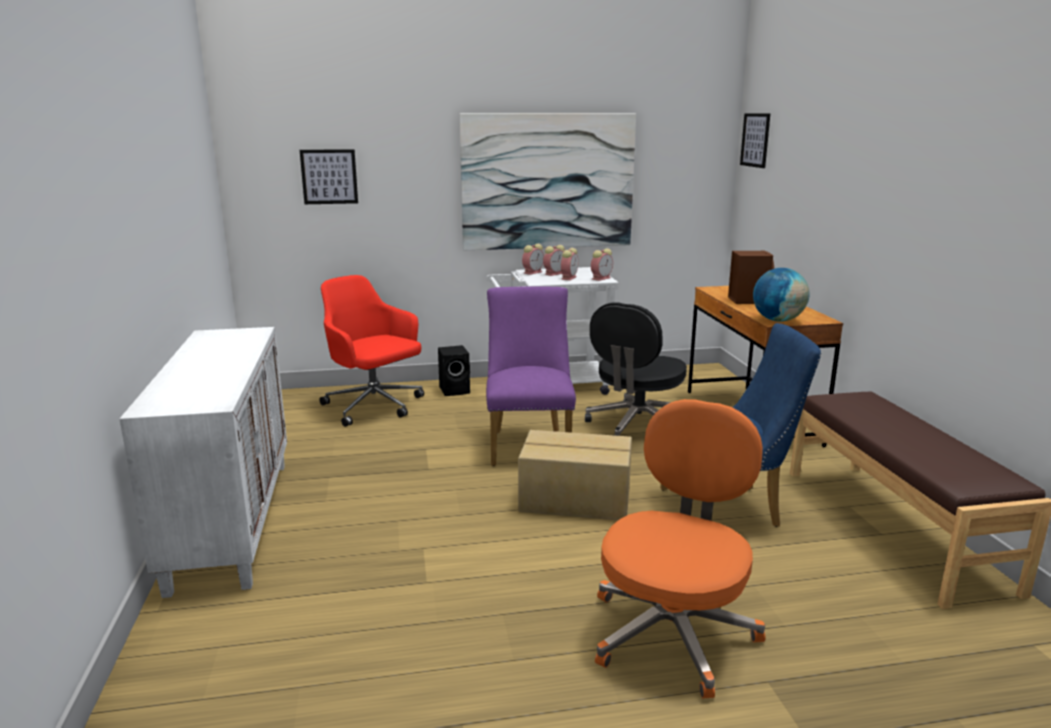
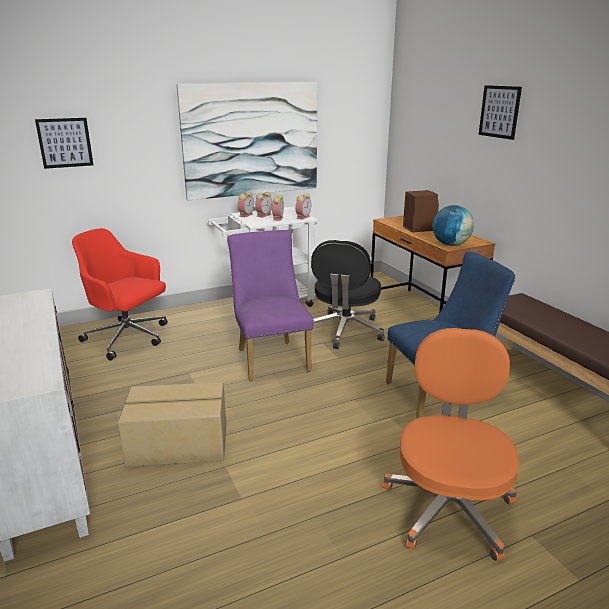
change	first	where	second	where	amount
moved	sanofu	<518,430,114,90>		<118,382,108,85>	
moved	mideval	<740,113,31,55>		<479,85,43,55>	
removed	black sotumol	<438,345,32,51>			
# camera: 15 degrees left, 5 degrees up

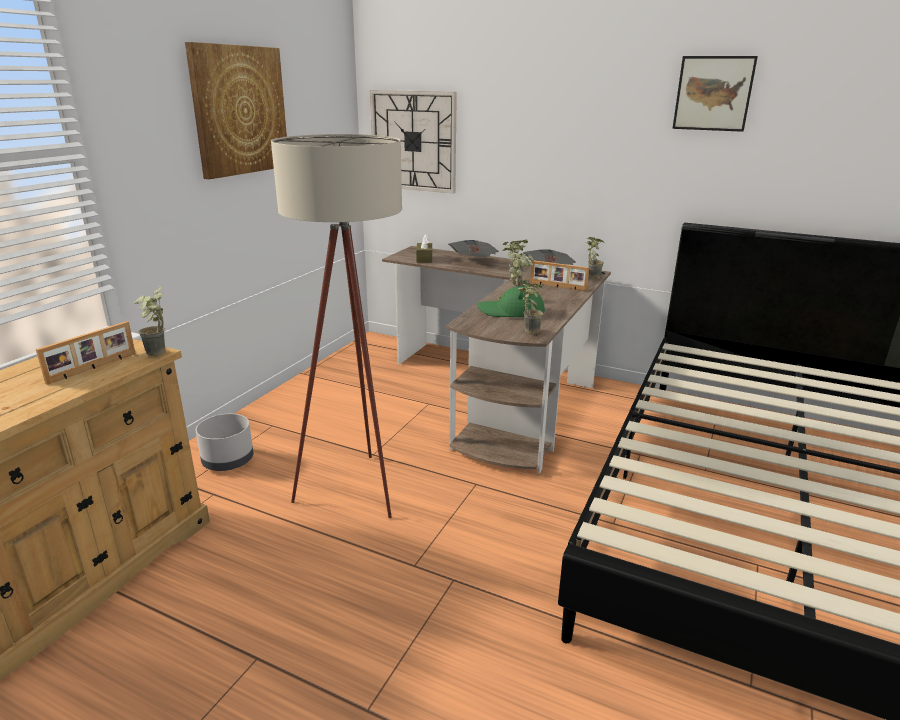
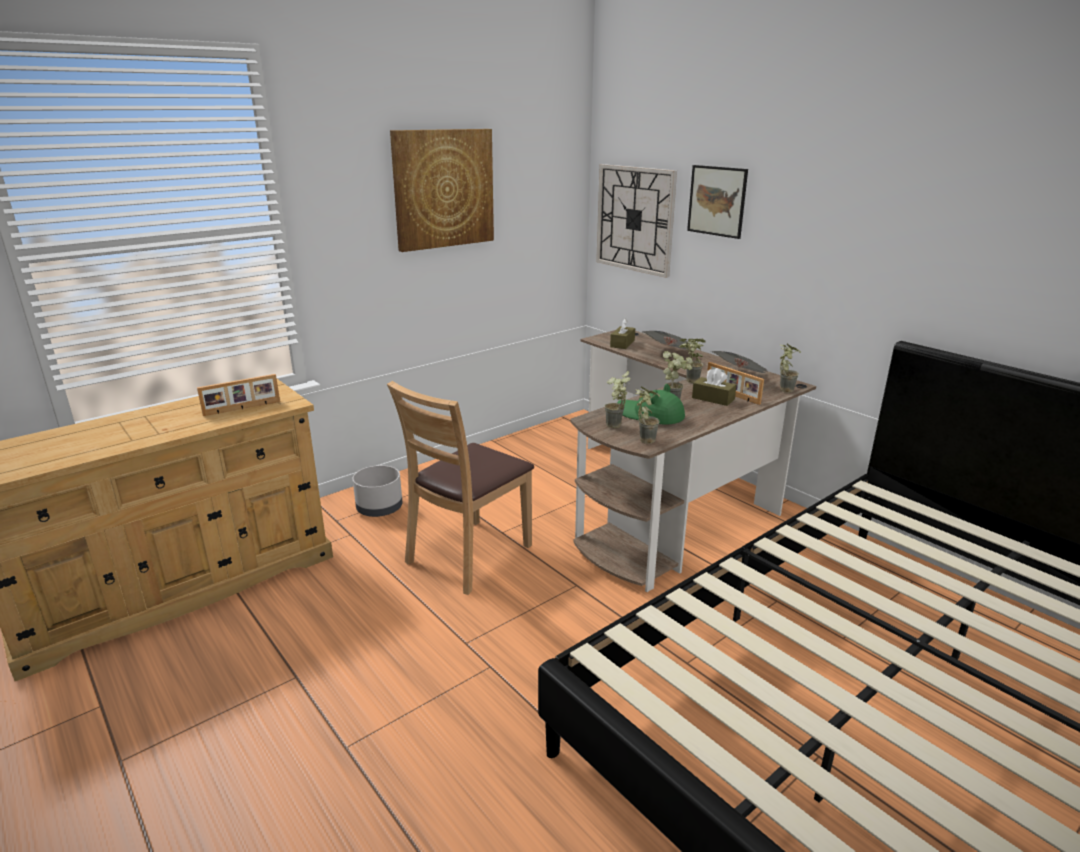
change	first	where	second	where	amount
replaced	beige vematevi	<271,134,131,384>	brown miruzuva	<387,381,147,214>	
moved	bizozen	<134,286,31,70>		<605,371,26,57>	
moved	mideval	<672,56,86,76>		<687,165,61,74>	
added			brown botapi	<692,368,44,38>	
# camera: 25 degrees right, 0 degrees up

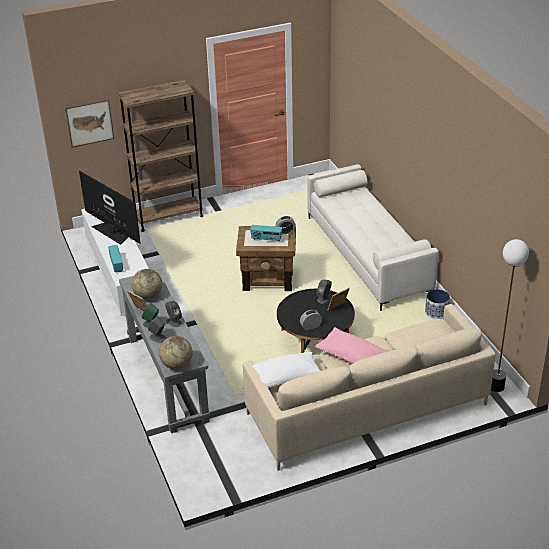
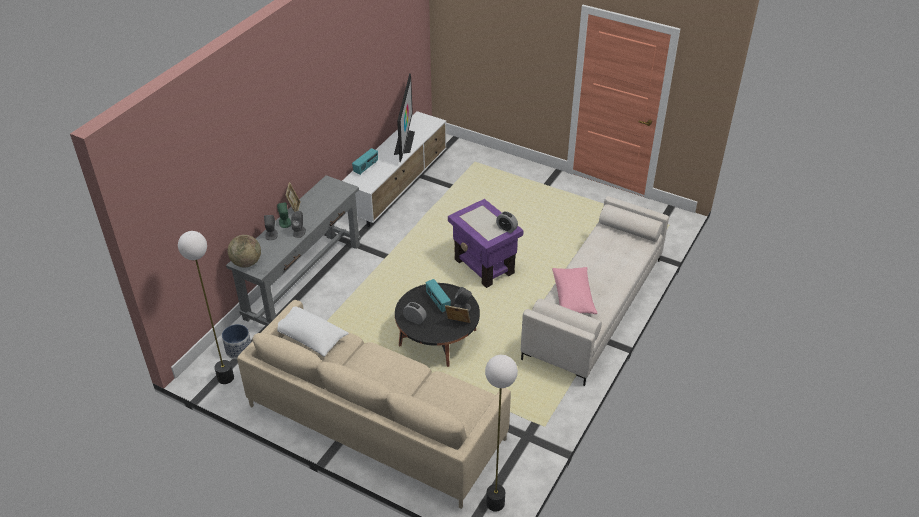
change	first	where	second	where	amount
added			vematevi	<178,231,56,153>	
moved	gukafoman	<425,289,25,30>		<222,324,29,35>	
moved	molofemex	<250,225,32,17>		<426,279,25,33>	
recoloured	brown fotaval	<236,226,60,65>	purple fotaval	<448,199,75,89>	
moved	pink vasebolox	<315,327,74,36>		<552,267,45,47>	
removed	mideval	<65,99,49,49>			
removed	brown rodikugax	<118,79,85,153>			
removed	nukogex	<132,269,30,30>			
# camera: 50 degrees right, 5 degrees up

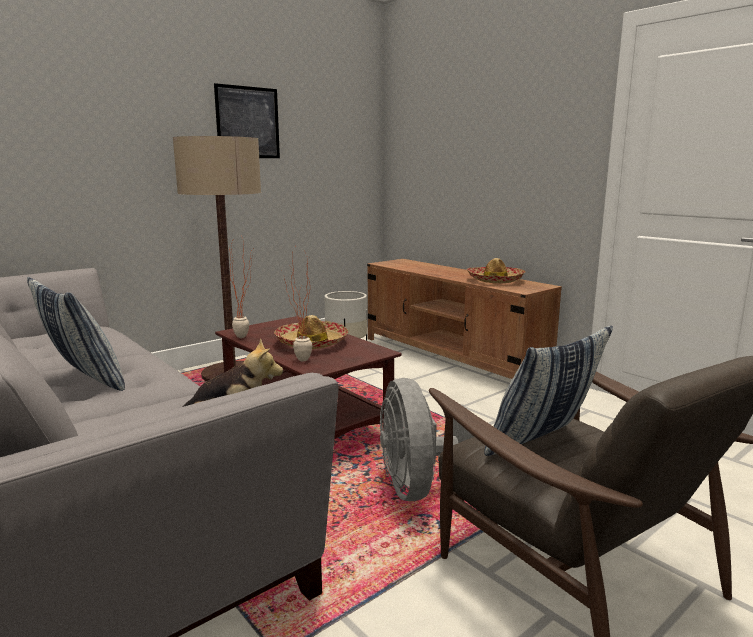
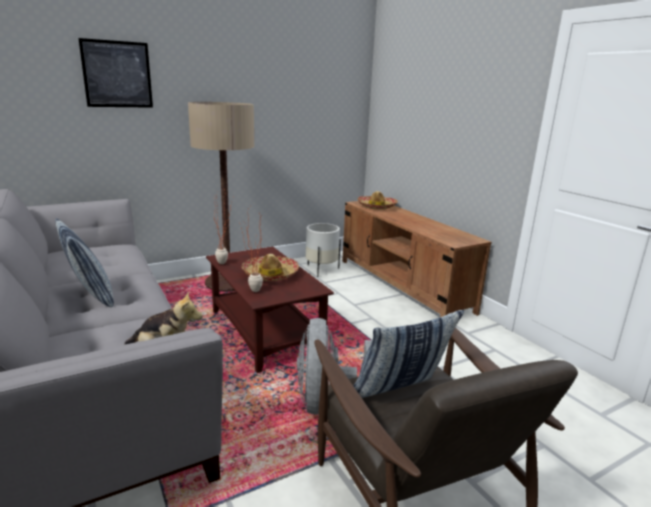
change	first	where	second	where	amount
moved	mideval	<214,83,66,75>		<78,38,75,70>	
moved	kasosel	<467,258,59,25>		<357,191,41,19>	
# camera: 10 degrees right, 5 degrees up

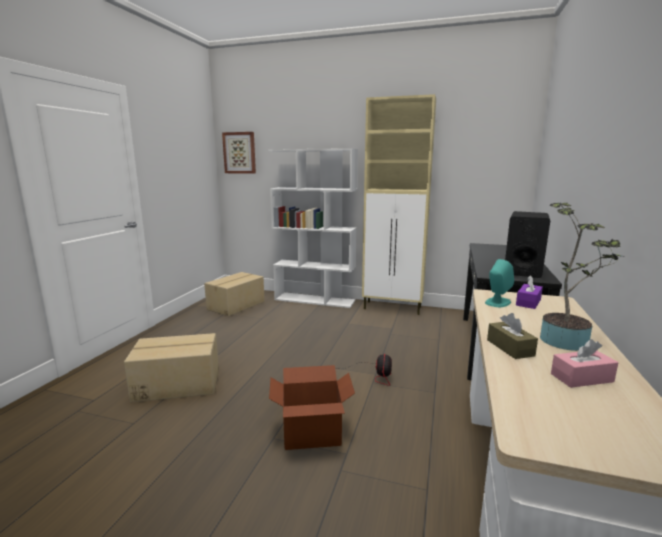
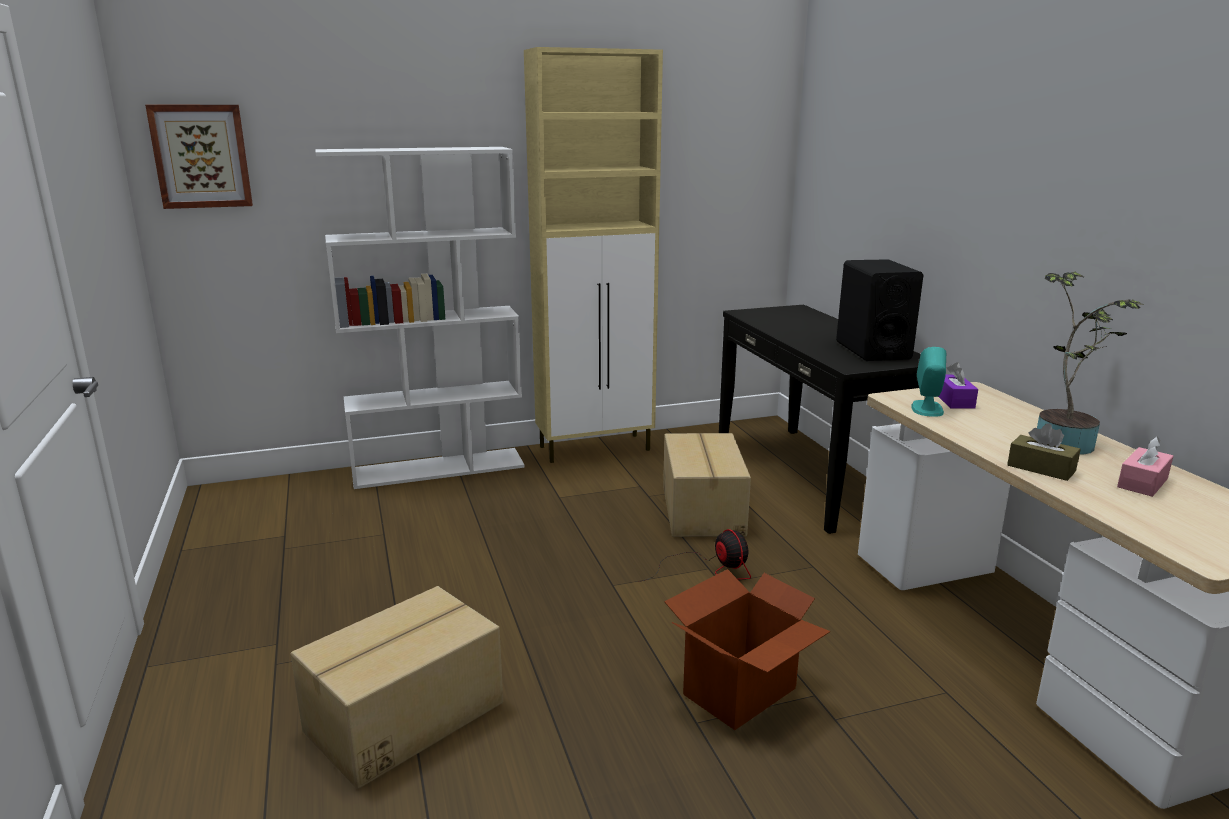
change	first	where	second	where	amount
moved	sanofu	<204,272,61,44>		<663,433,88,104>	
# camera: 35 degrees left, 5 degrees up

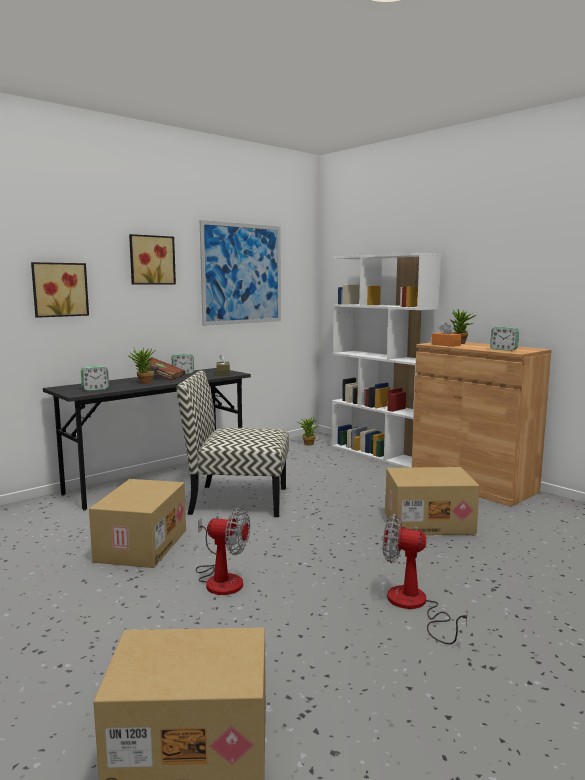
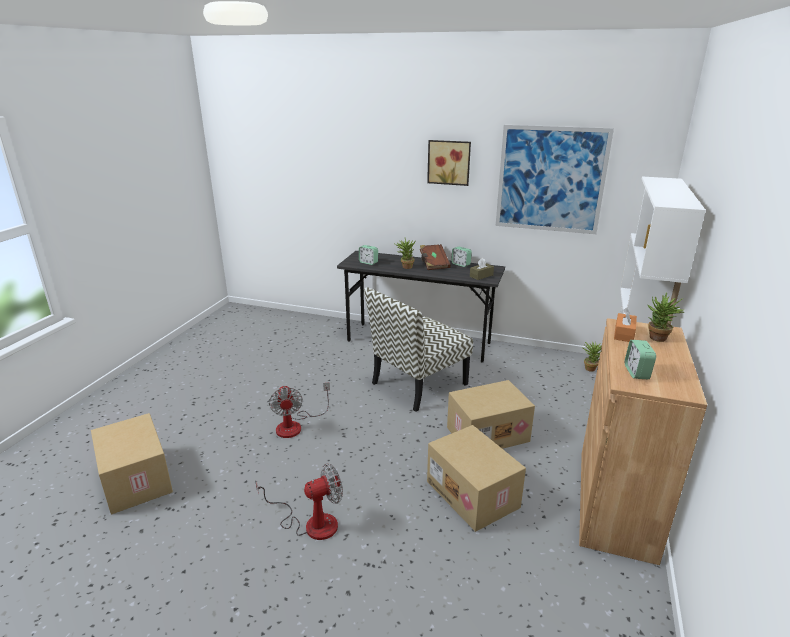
change	first	where	second	where	amount
turned	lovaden	<383,514,85,130>		<255,464,88,76>	75 degrees clockwise
turned	miruzuva	<176,370,113,147>		<364,287,109,125>	105 degrees counterclockwise
moved	sanofu	<89,479,97,89>		<447,380,88,69>	
removed	mideval	<31,262,58,56>			
# camera: 60 degrees right, 15 degrees up

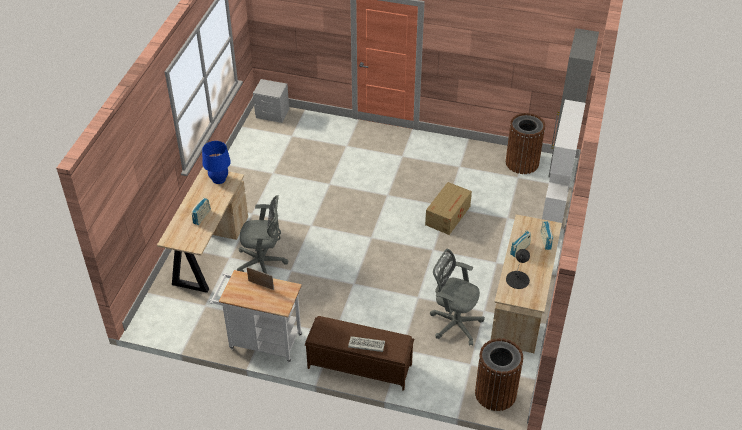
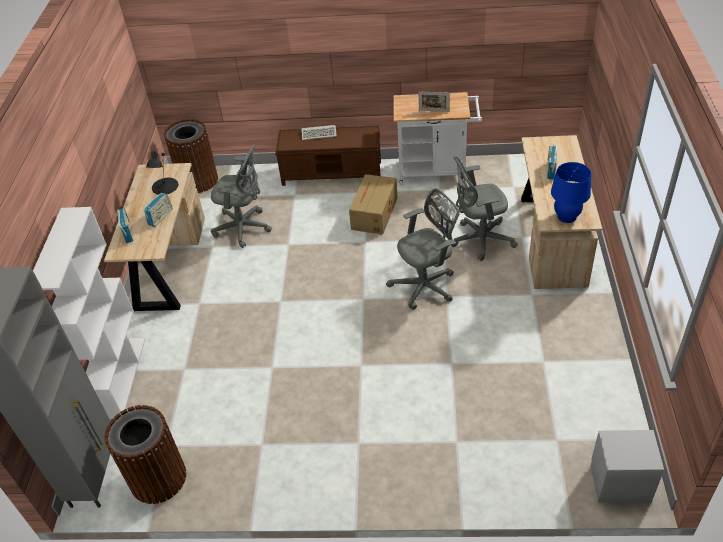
change	first	where	second	where	amount
moved	sanofu	<425,182,47,53>		<349,174,48,61>	
added			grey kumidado	<386,188,74,122>	
# camera: 170 degrees right, 0 degrees up

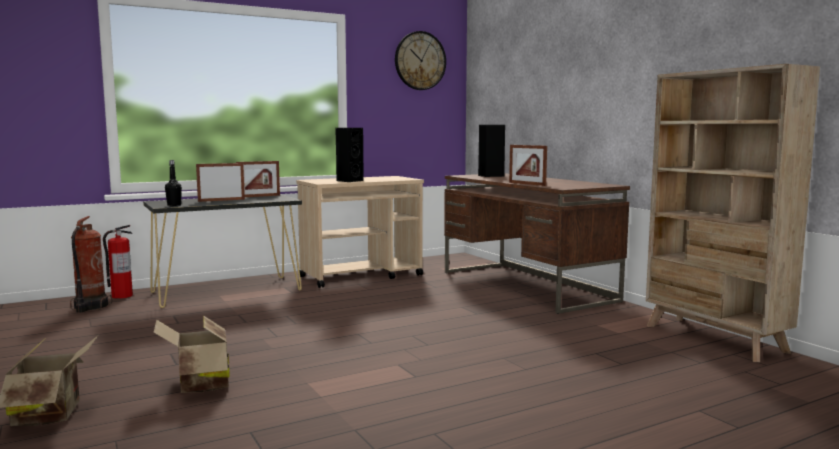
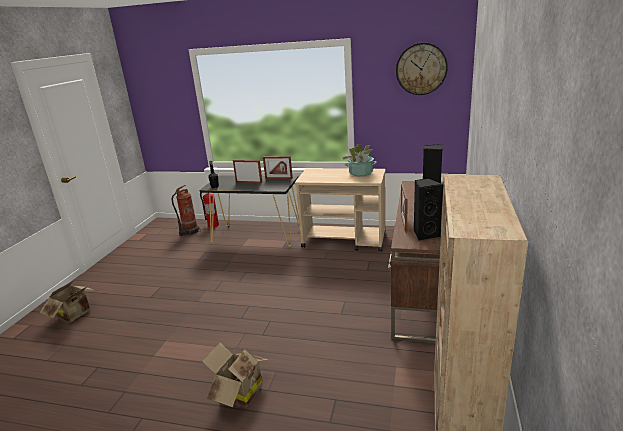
change	first	where	second	where	amount
moved	sanofu	<154,315,76,78>		<202,342,66,65>	
added			bizozen	<342,144,35,33>	
moved	black sotumol	<335,128,29,54>		<414,178,29,62>	
# camera: 45 degrees right, 15 degrees up

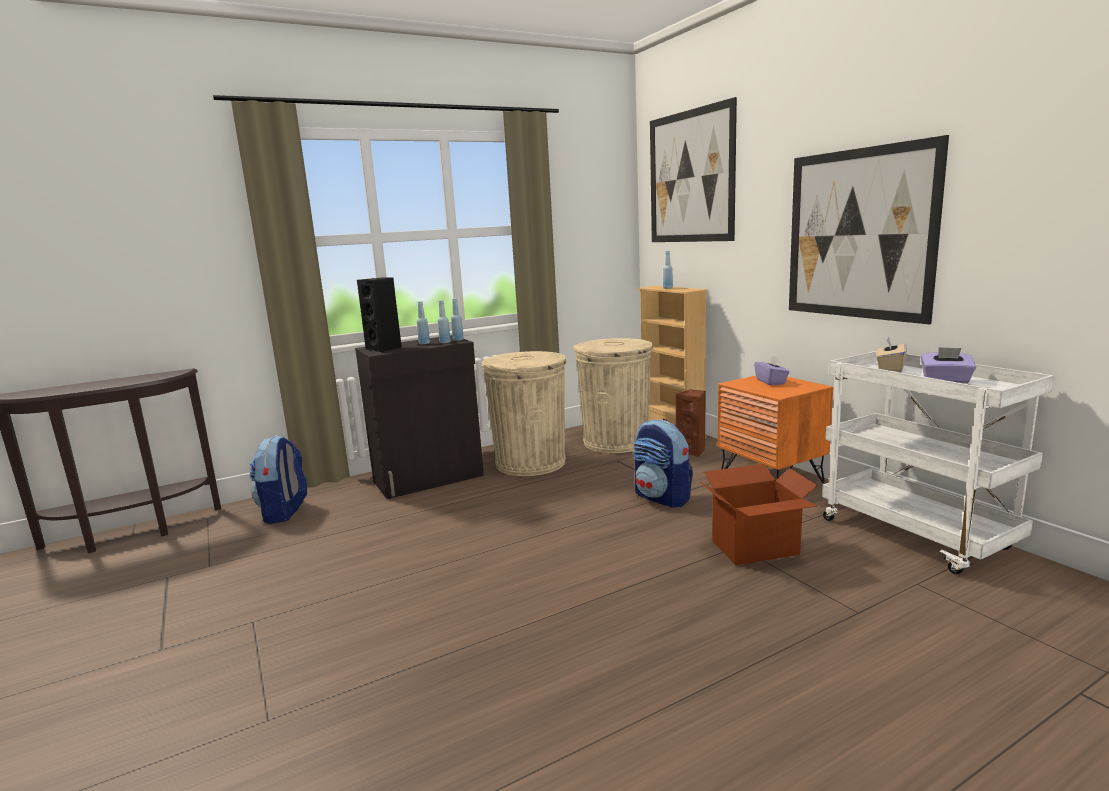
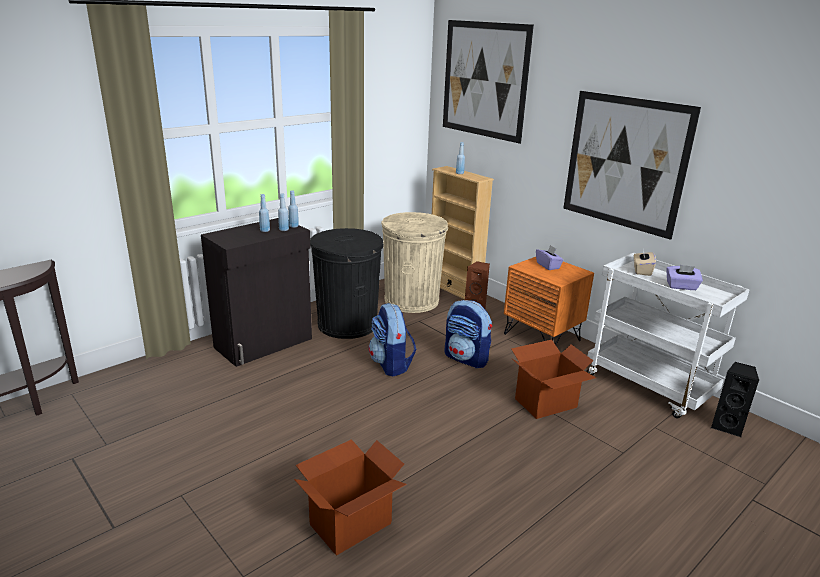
change	first	where	second	where	amount
added			sanofu	<294,439,113,117>	
recoloured	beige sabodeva	<481,351,86,125>	black sabodeva	<310,228,74,111>	
moved	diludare	<250,435,57,89>		<369,303,48,73>	
moved	black sotumol	<357,277,45,75>		<711,362,48,75>	
# camera: 15 degrees left, 10 degrees up

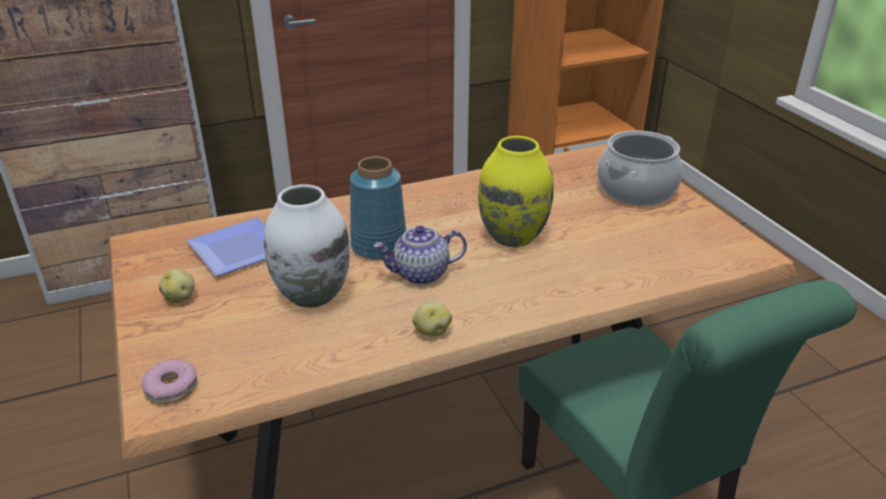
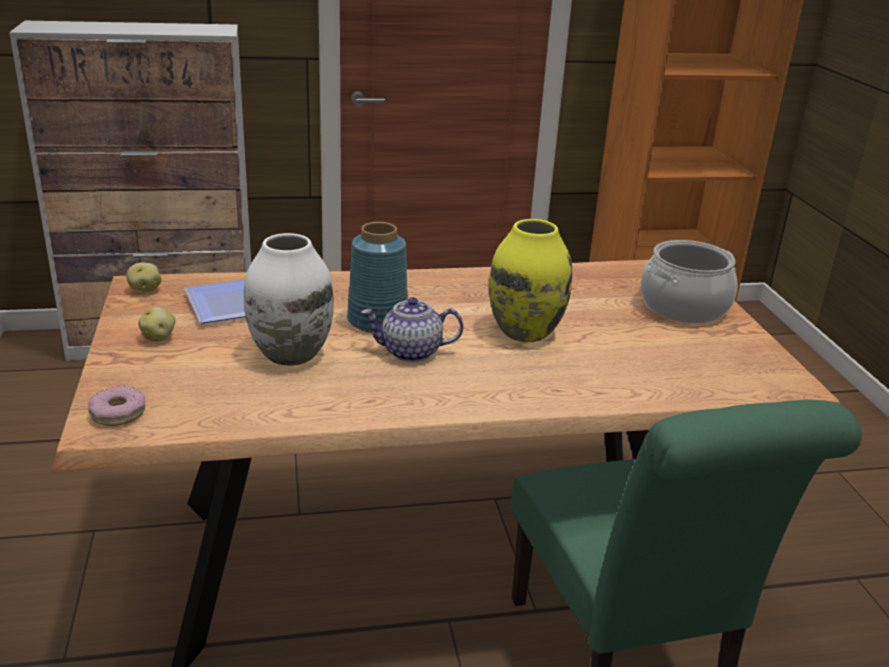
change	first	where	second	where	amount
moved	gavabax	<412,302,40,34>		<126,262,36,31>	
# camera: 10 degrees right, 5 degrees down

